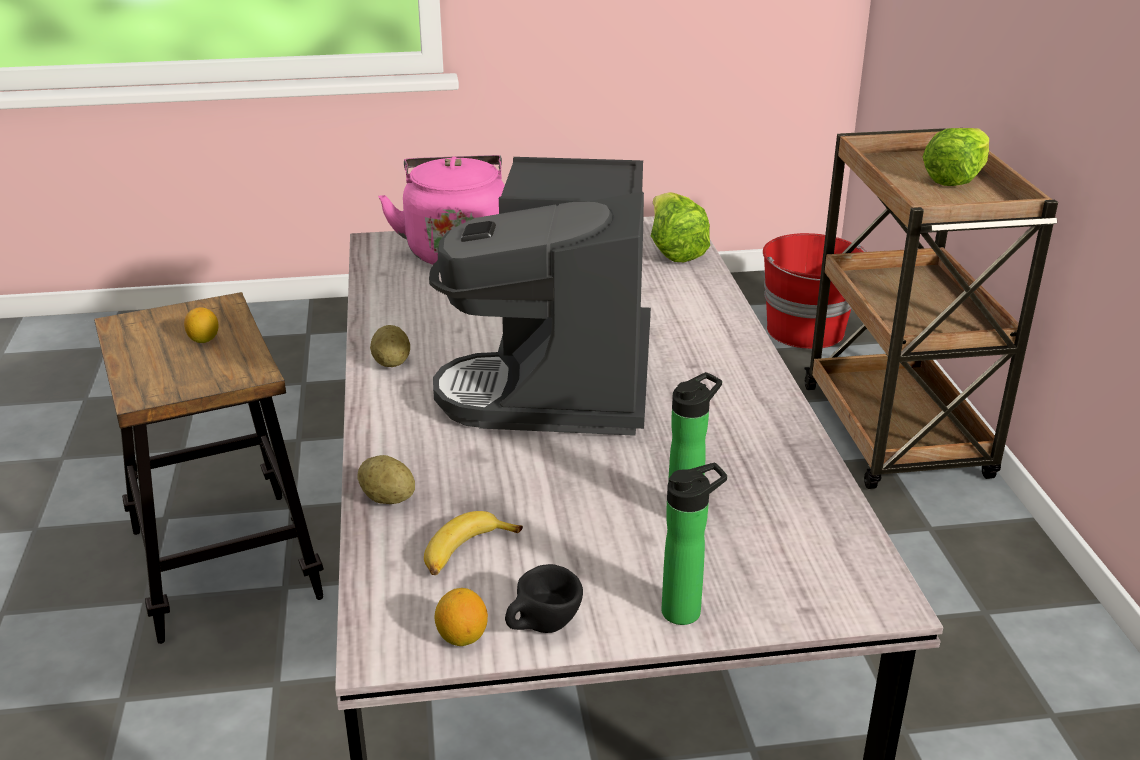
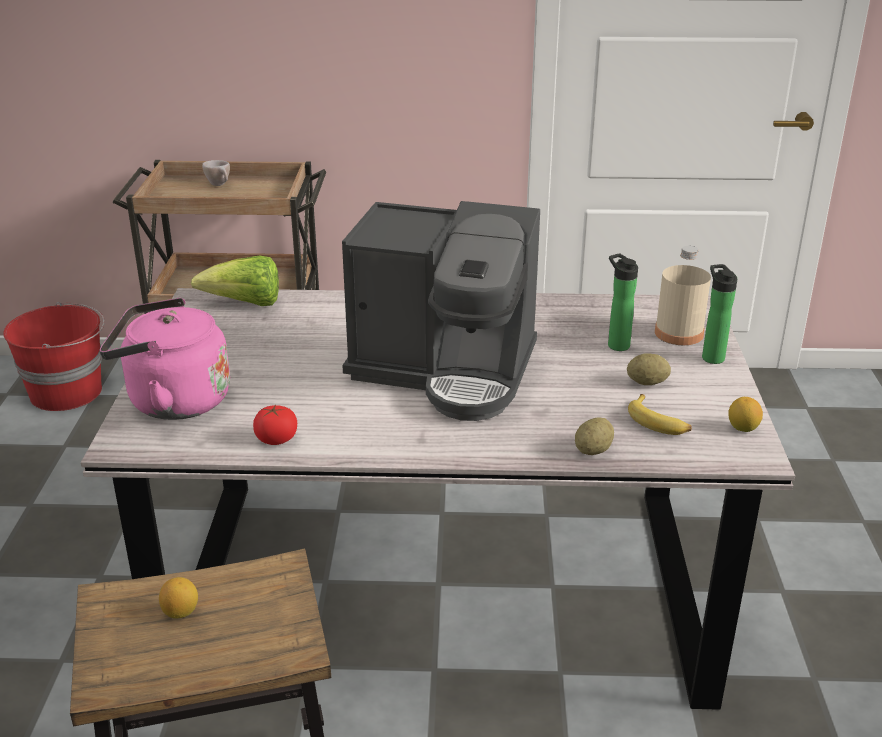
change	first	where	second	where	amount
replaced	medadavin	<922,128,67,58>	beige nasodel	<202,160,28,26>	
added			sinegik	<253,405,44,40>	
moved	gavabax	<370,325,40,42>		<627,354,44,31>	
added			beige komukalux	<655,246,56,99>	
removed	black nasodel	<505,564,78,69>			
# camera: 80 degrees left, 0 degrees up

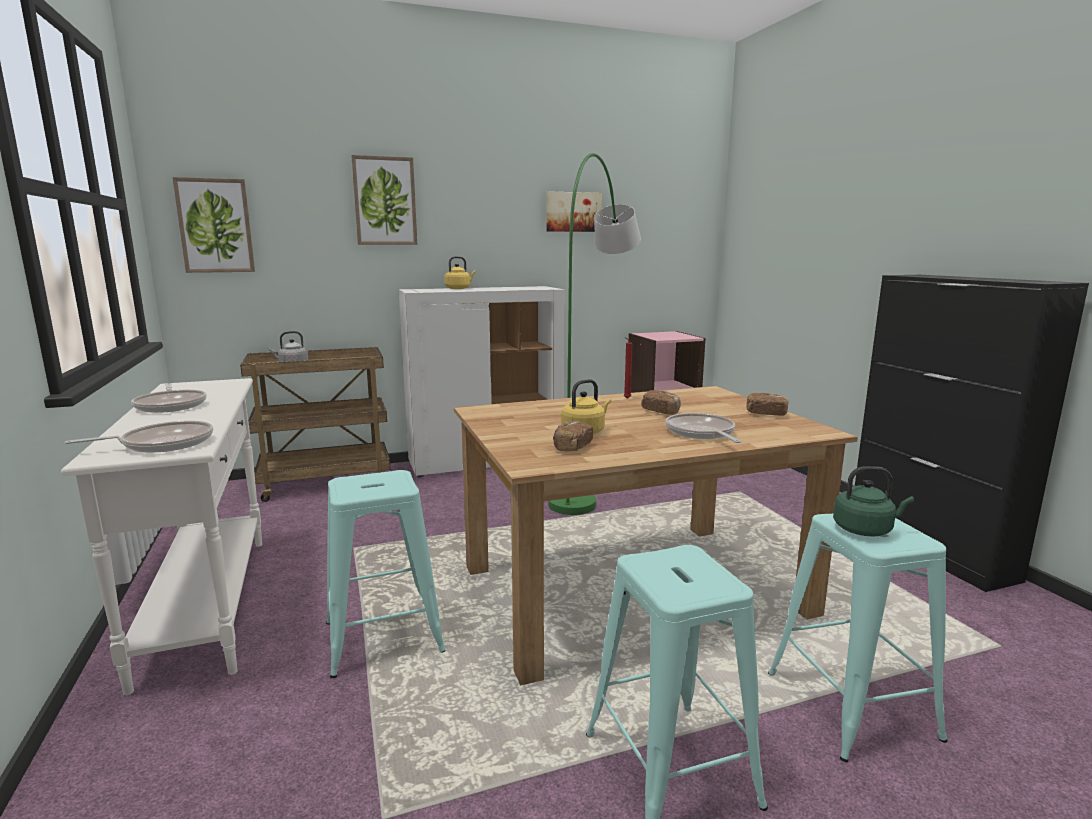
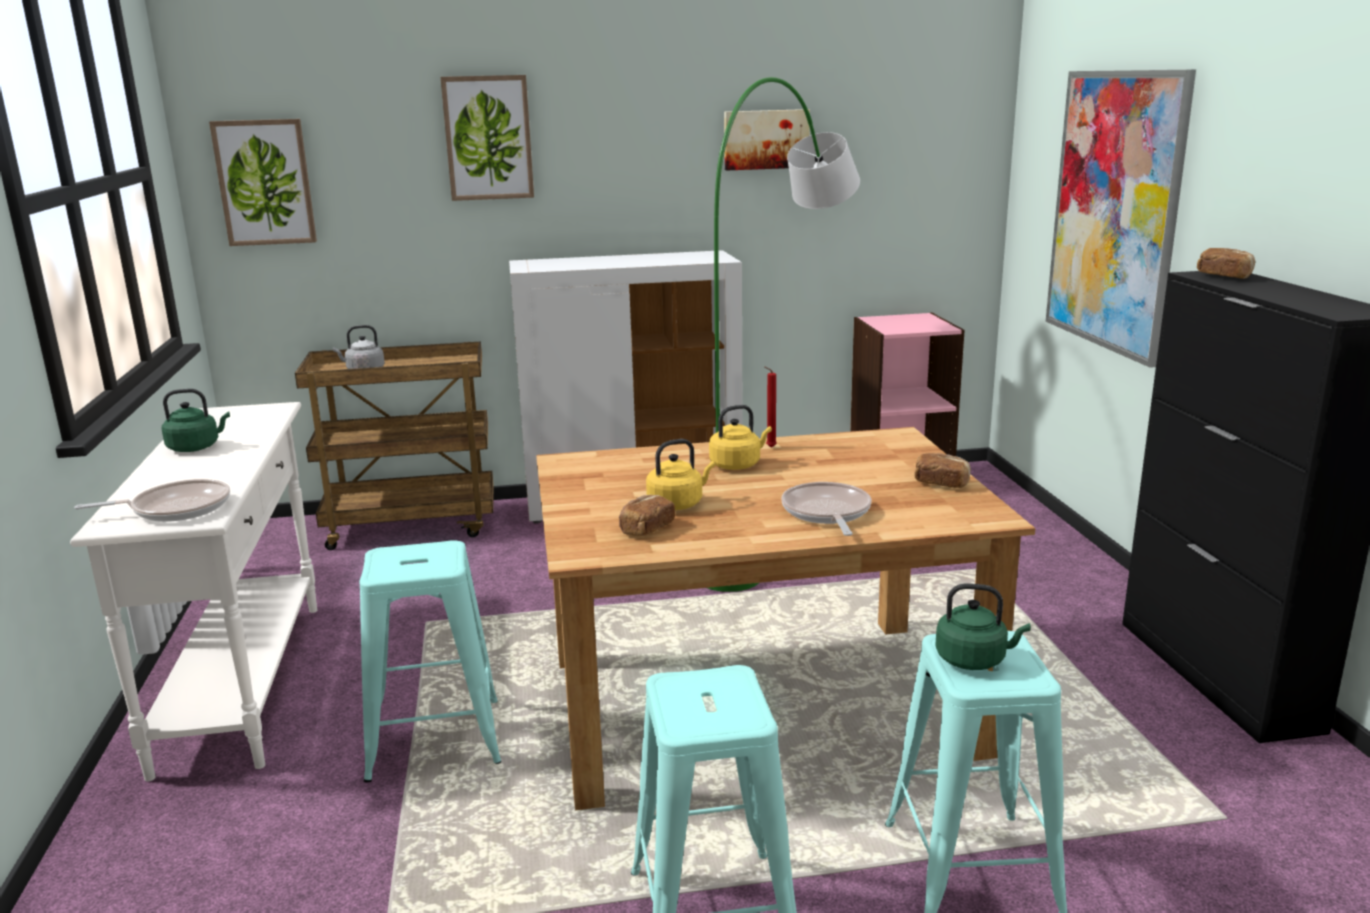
change	first	where	second	where	amount
replaced	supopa	<131,383,76,30>	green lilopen	<162,389,68,63>	
moved	yellow lilopen	<444,256,32,33>		<709,405,63,65>	
added			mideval	<1046,69,150,299>	
moved	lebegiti	<641,390,40,25>		<1197,248,58,31>	
# camera: 10 degrees right, 5 degrees up

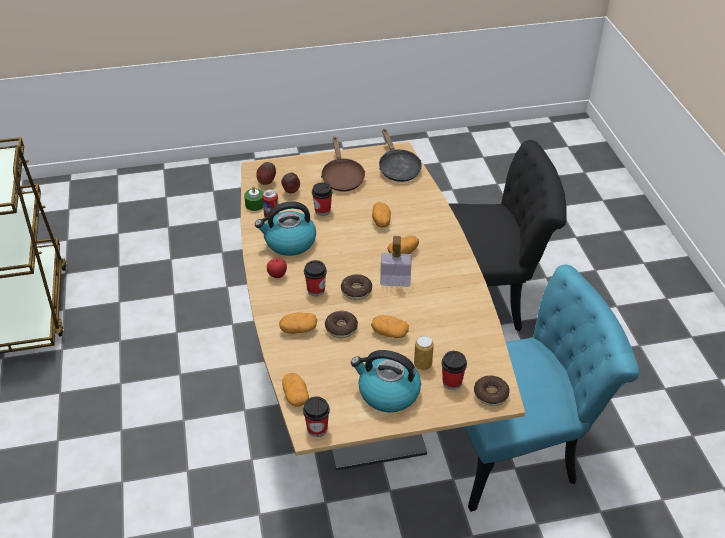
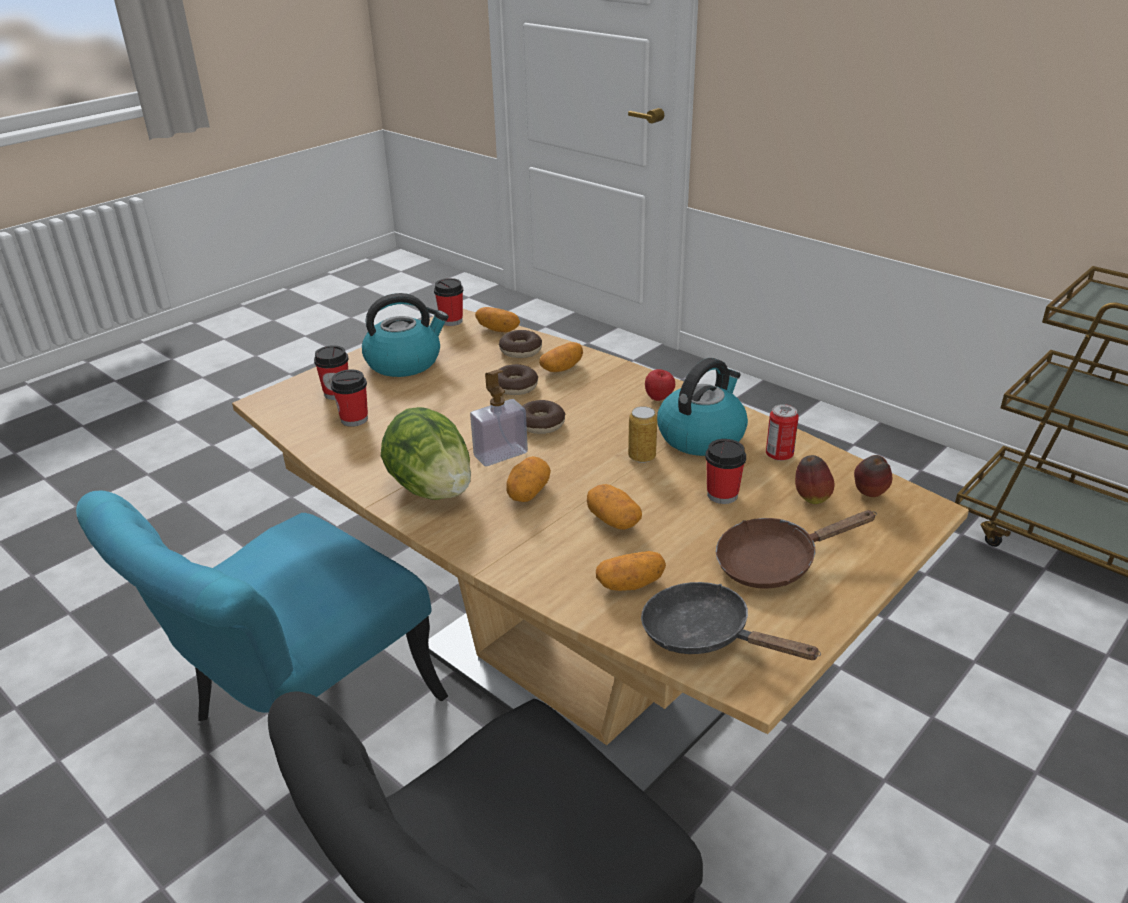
change	first	where	second	where	amount
moved	nasodel	<304,260,23,36>		<331,369,37,58>	
added			medadavin	<381,407,90,93>	
moved	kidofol	<474,376,35,30>		<499,330,43,28>	
moved	gavabax	<371,315,38,23>		<596,551,70,40>	
moved	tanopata	<414,336,20,34>		<628,406,29,57>	
turned	brown supopa	<321,136,45,56>		<716,510,161,79>	60 degrees counterclockwise
removed	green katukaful	<244,186,19,25>			
# camera: 145 degrees right, 10 degrees down

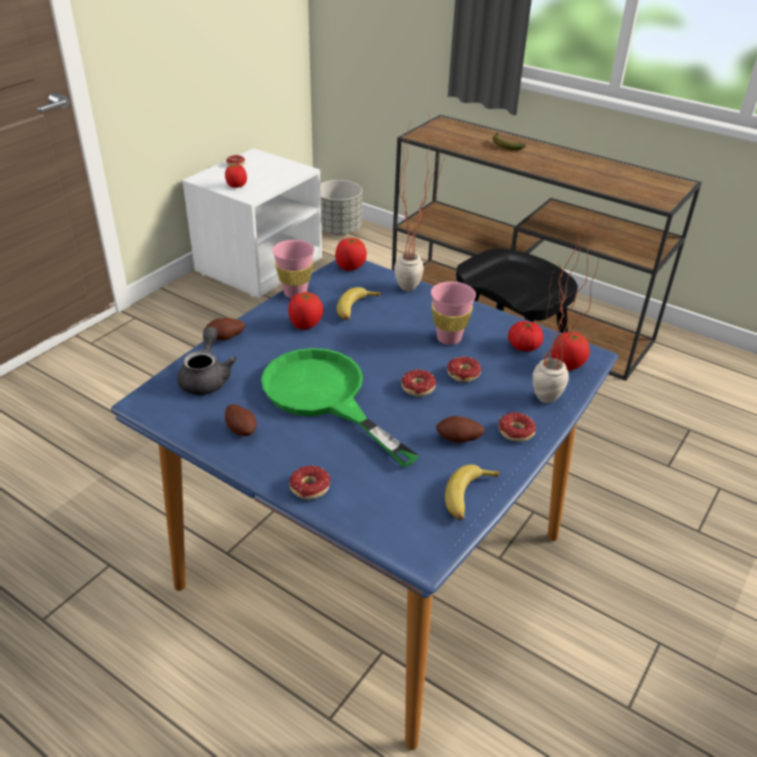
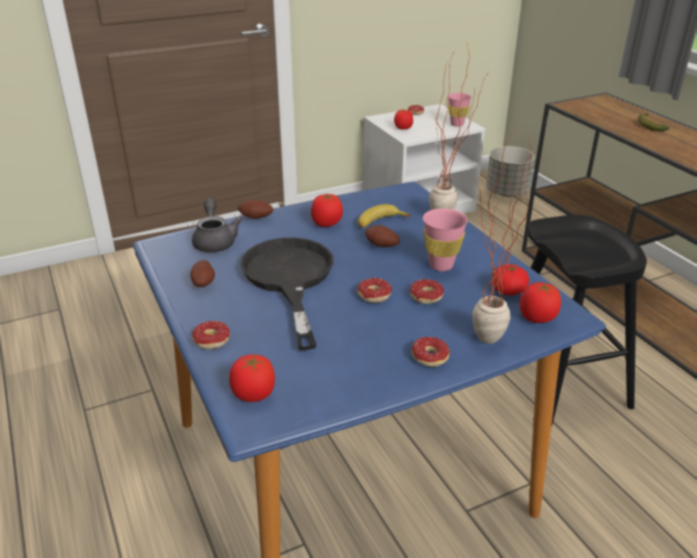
change	first	where	second	where	amount
turned	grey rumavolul	<177,327,60,68>		<192,198,50,55>	45 degrees counterclockwise
moved	sinegik	<335,237,32,34>		<229,354,46,48>	
recoloured	green supopa	<261,348,158,119>	black supopa	<240,238,93,112>	
moved	gavabax	<436,416,49,27>		<365,225,35,22>	
moved	pink nasodel	<272,240,42,59>		<448,93,24,34>	
removed	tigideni	<445,464,55,56>			
# camera: 30 degrees right, 5 degrees down

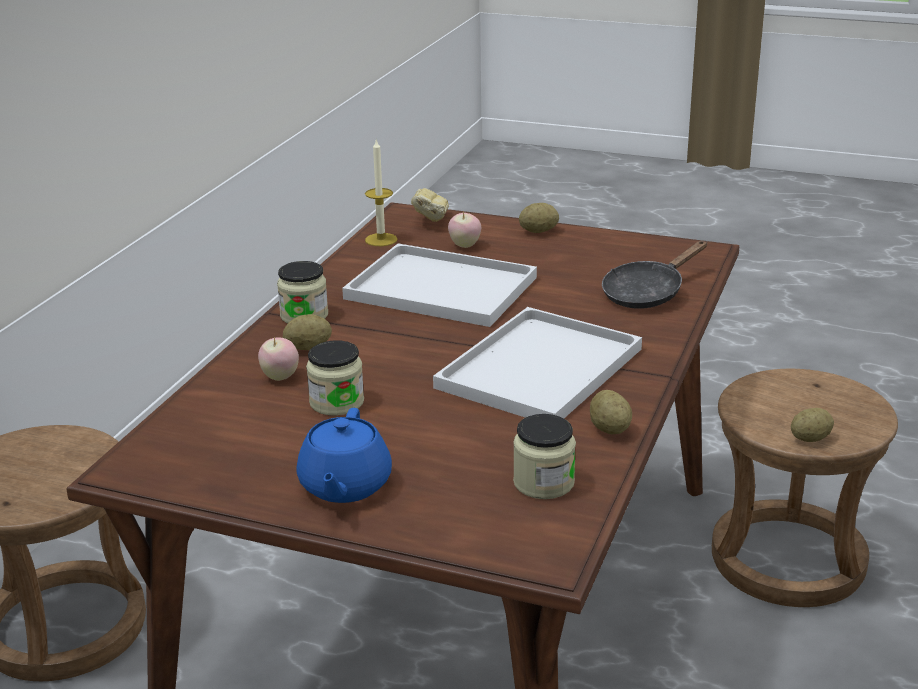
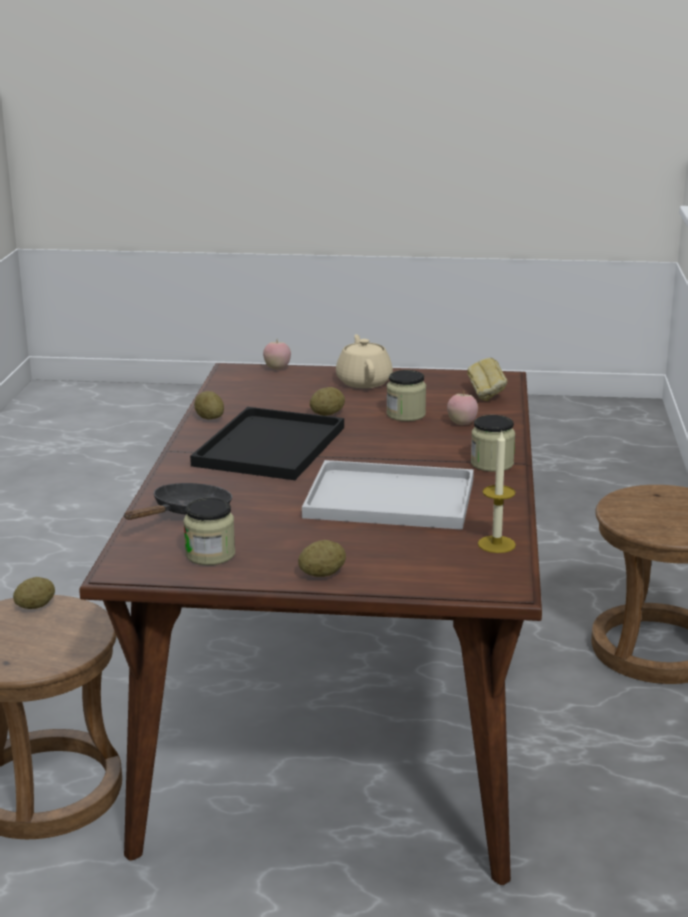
change	first	where	second	where	amount
moved	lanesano	<513,414,63,85>		<184,498,51,67>	
recoloured	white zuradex	<433,307,209,111>	black zuradex	<190,407,154,73>	
moved	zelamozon	<448,211,33,37>		<263,340,28,30>	
moved	gavabax	<283,314,49,36>		<310,387,35,29>	
recoloured	blue rumavolul	<296,408,96,95>	beige rumavolul	<336,334,57,54>	
moved	lebegiti	<411,188,38,34>		<467,358,40,43>	
# camera: 165 degrees right, 5 degrees down

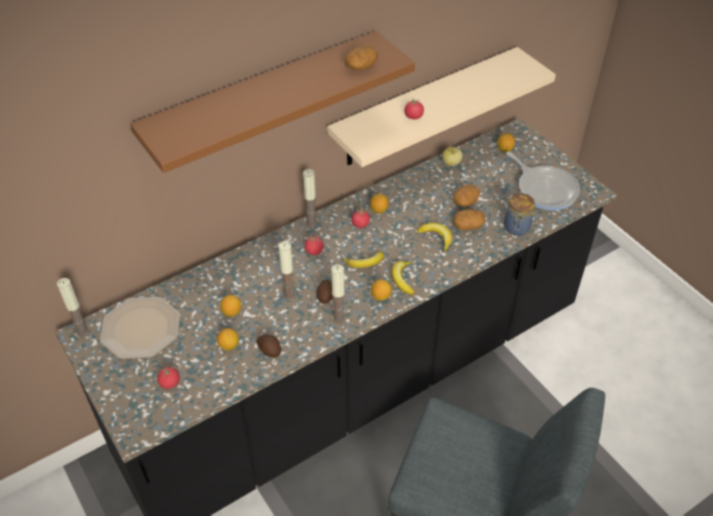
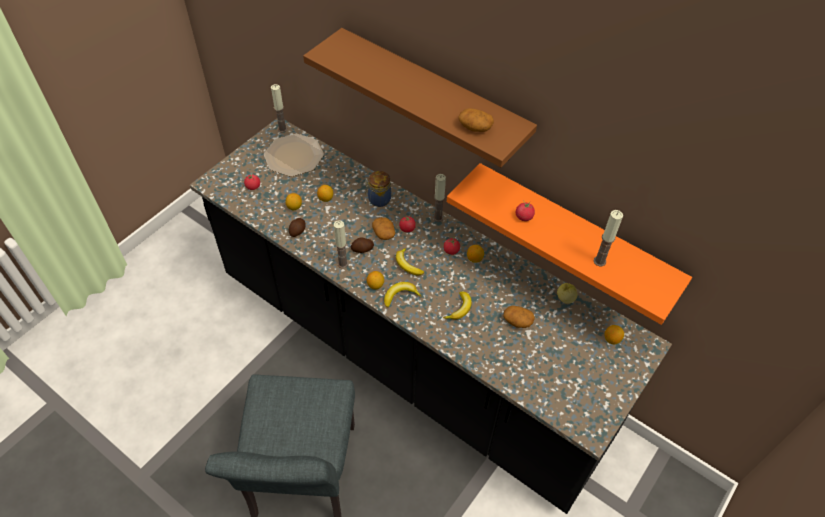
change	first	where	second	where	amount
moved	lanesano	<504,193,31,43>		<365,171,26,36>	
moved	gavabax	<453,209,32,21>		<372,217,23,23>	
recoloured	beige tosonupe	<327,47,229,120>	orange tosonupe	<447,163,245,162>	
moved	katukaful	<278,241,18,59>		<594,210,29,56>	
removed	supopa	<506,152,74,58>			
# camera: 70 degrees right, 5 degrees up

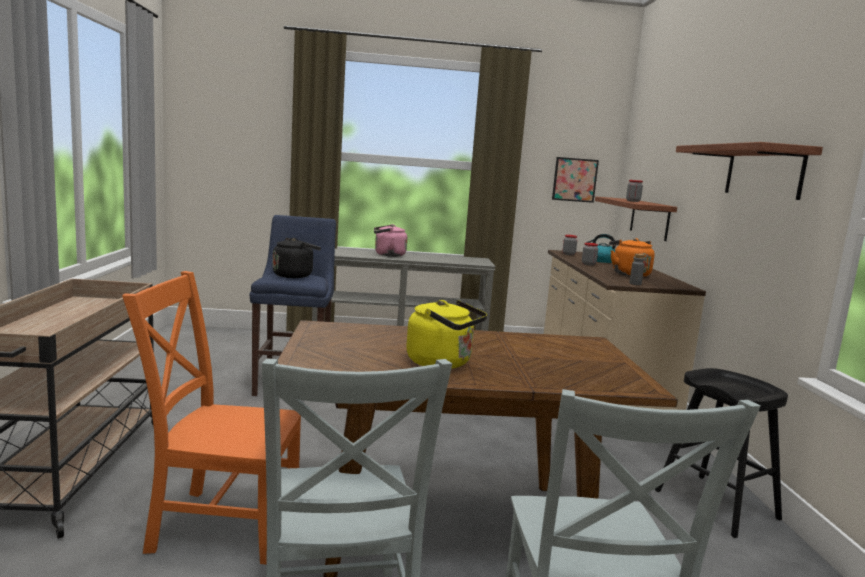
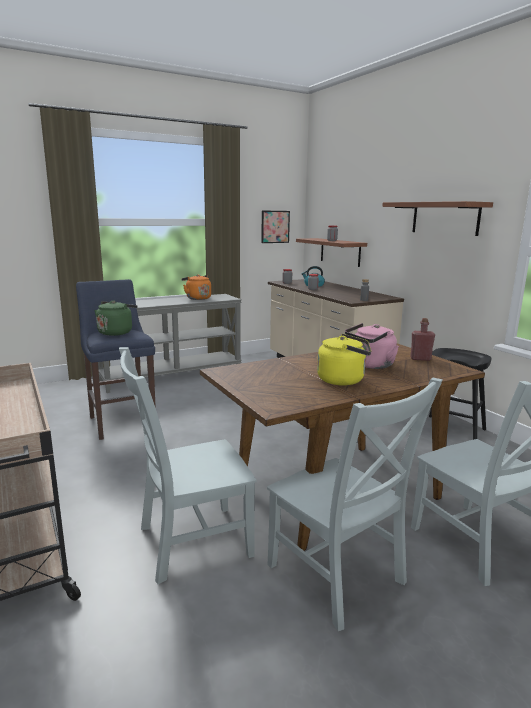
change	first	where	second	where	amount
recoloured	black lilopen	<272,238,49,40>	green lilopen	<94,300,44,36>	
recoloured	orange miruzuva	<122,271,179,294>	grey miruzuva	<119,347,137,237>	
moved	orange lilopen	<609,238,46,39>		<182,274,29,26>	
moved	pink lilopen	<374,224,33,33>		<345,323,54,46>	
added			red komukalux	<410,318,25,43>	
# camera: 25 degrees left, 5 degrees up

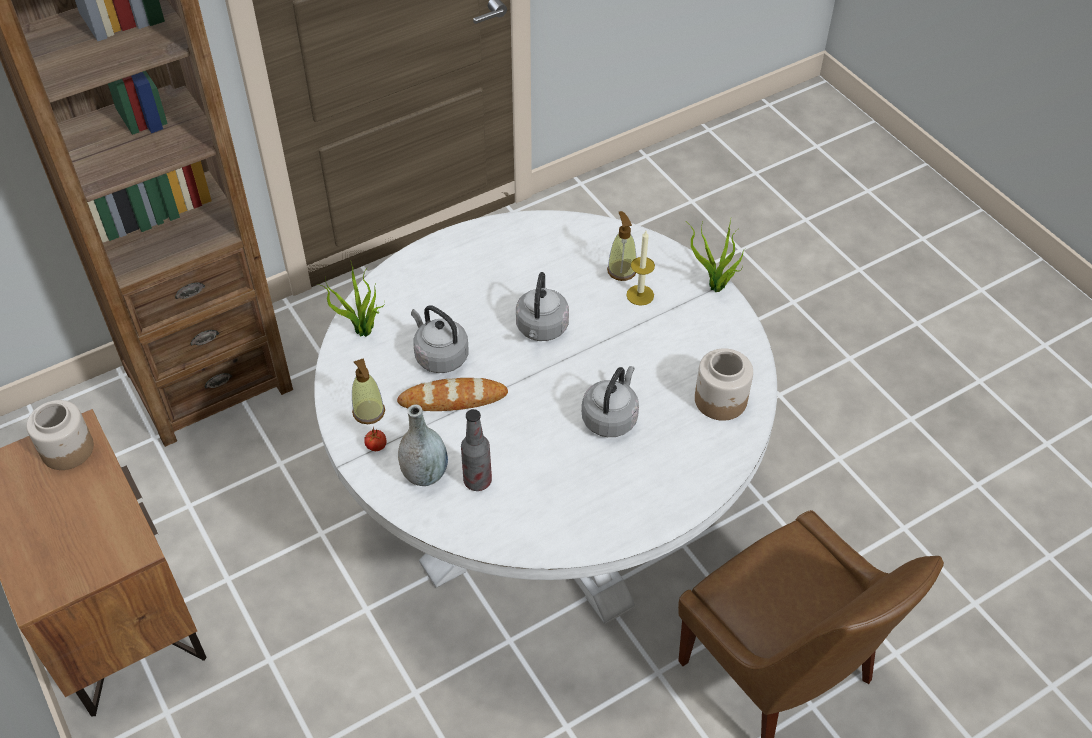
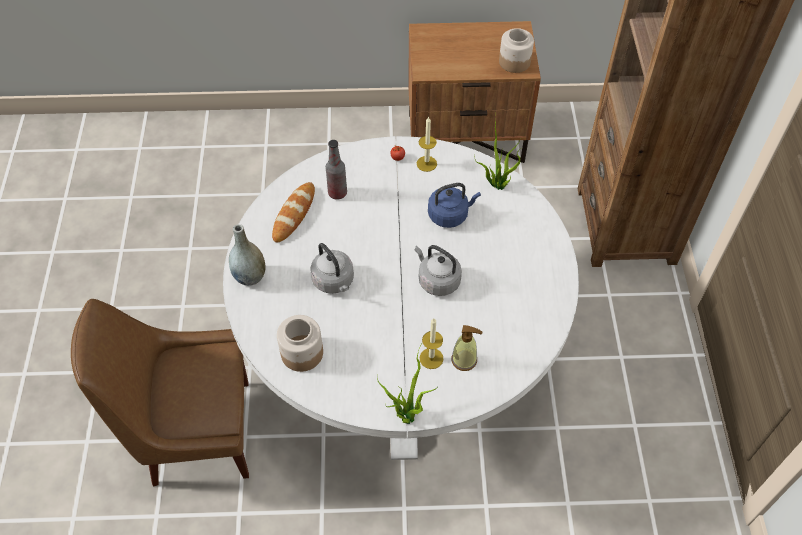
change	first	where	second	where	amount
moved	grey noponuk	<398,405,50,81>		<229,224,36,62>	
moved	lebegiti	<397,378,111,33>		<272,182,43,61>	
replaced	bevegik	<352,358,33,66>	katukaful	<417,116,20,56>	
recoloured	grey lilopen	<411,305,58,68>	blue lilopen	<428,183,53,45>	
# camera: 120 degrees right, 5 degrees up

